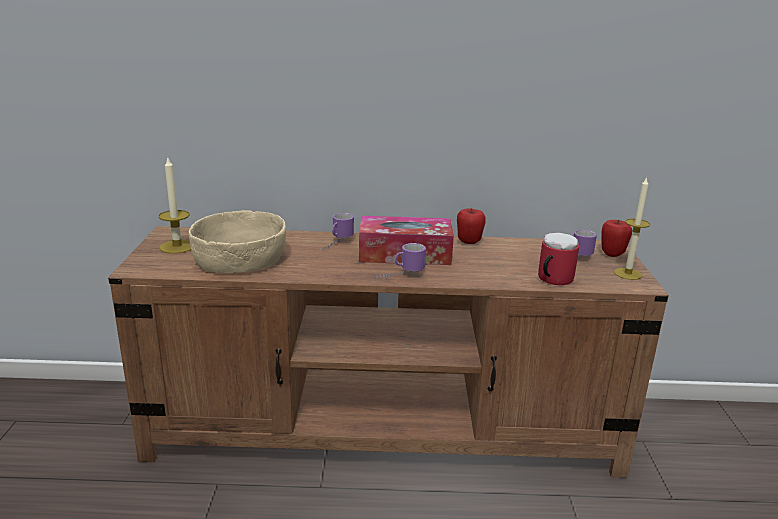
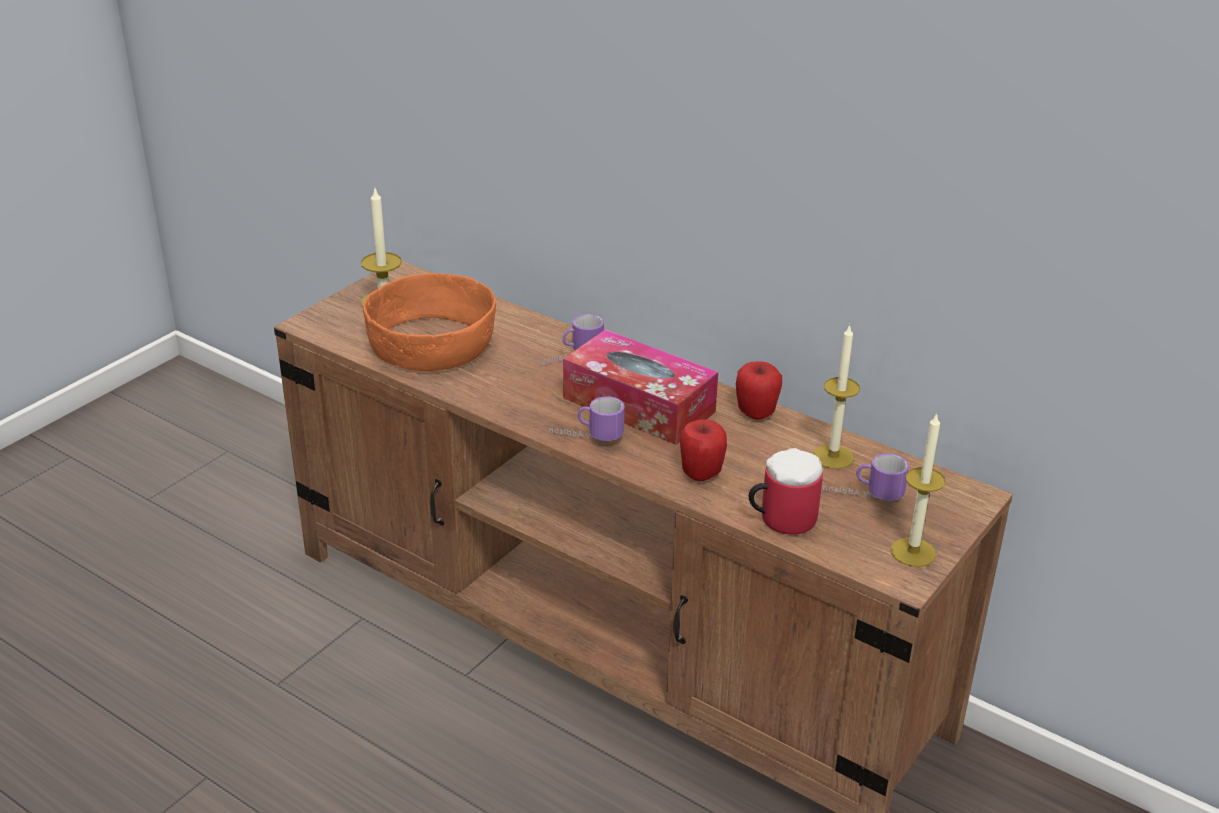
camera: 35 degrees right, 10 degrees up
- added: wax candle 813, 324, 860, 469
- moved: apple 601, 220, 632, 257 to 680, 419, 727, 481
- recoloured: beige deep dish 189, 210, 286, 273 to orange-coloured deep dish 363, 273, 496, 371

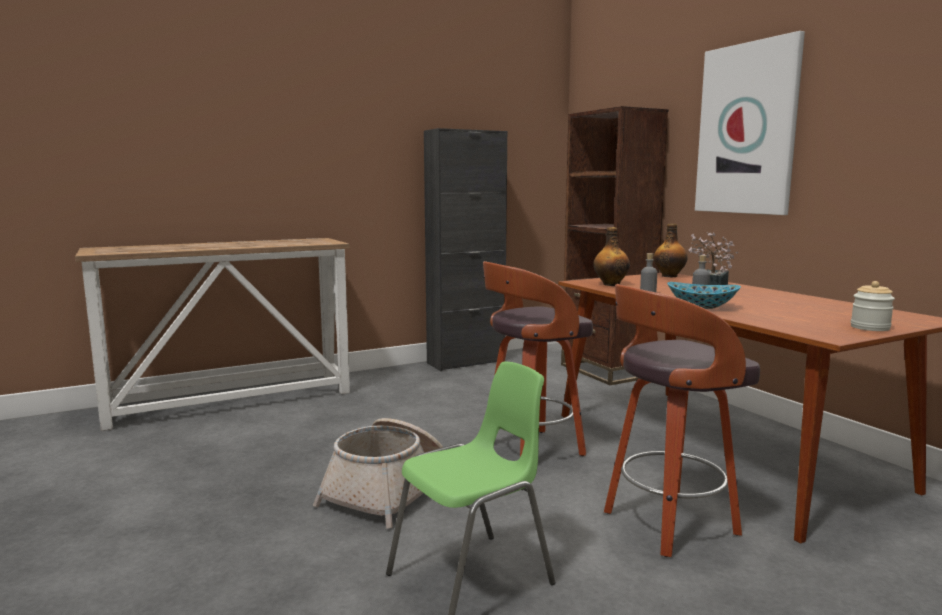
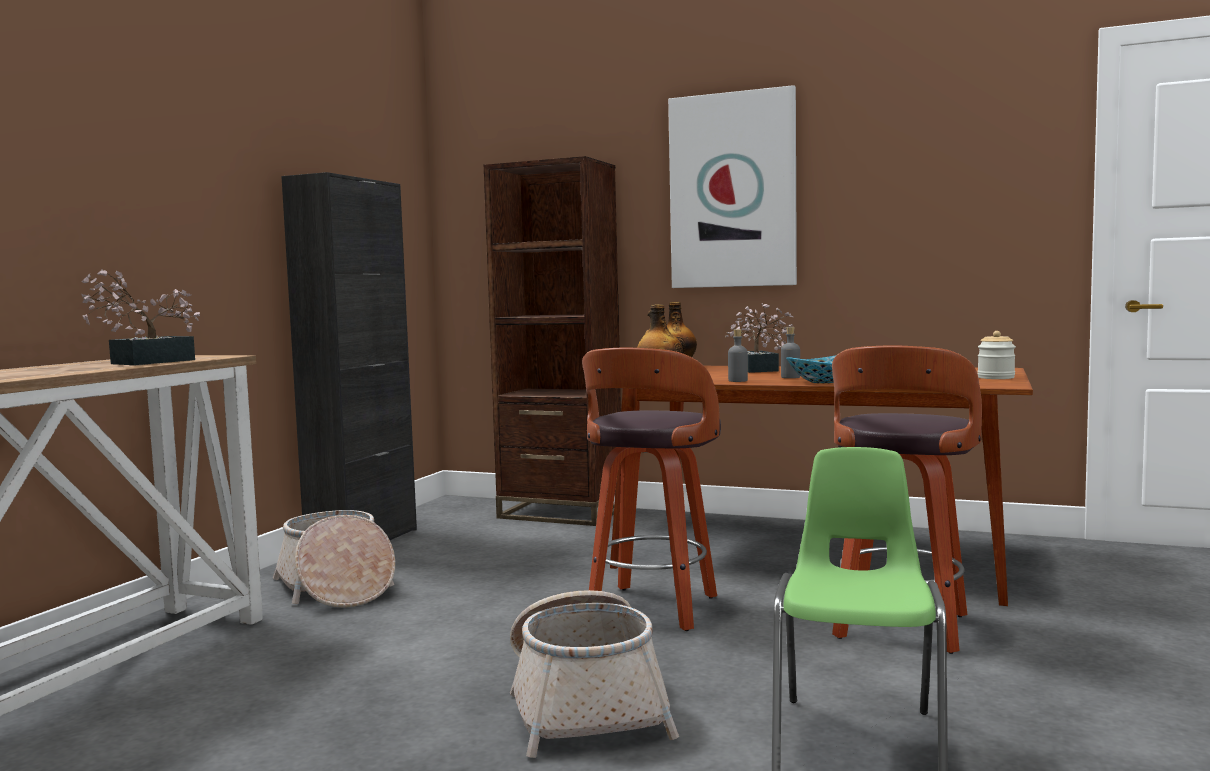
camera: 40 degrees left, 5 degrees down
- added: potted plant 82, 269, 200, 365
- added: household basket 273, 510, 395, 608

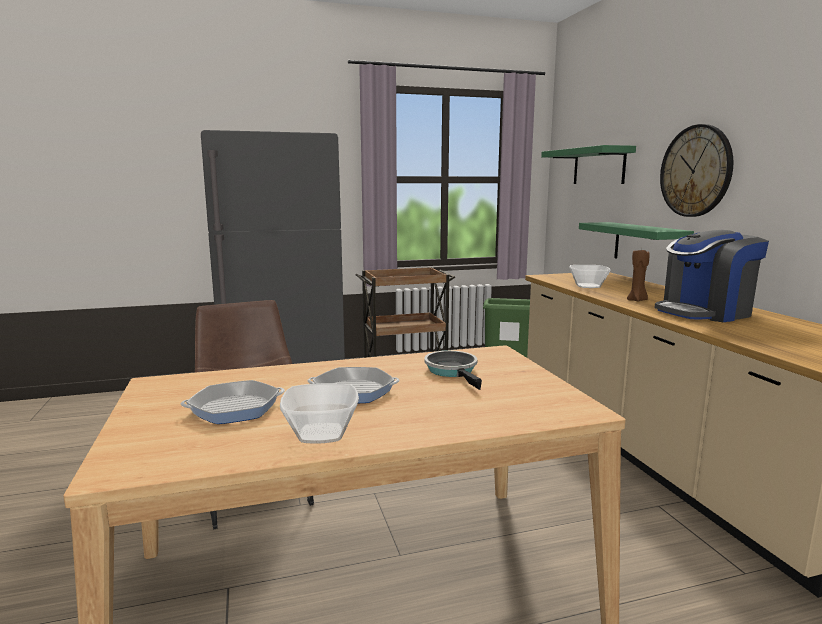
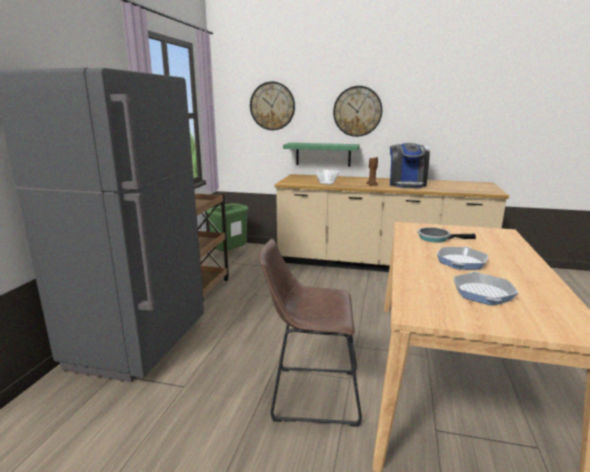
camera: 60 degrees left, 5 degrees up
- removed: deep dish 280, 383, 359, 444
- replaced: greenish bracket shelf 541, 145, 636, 184 to wall clock 250, 81, 295, 130

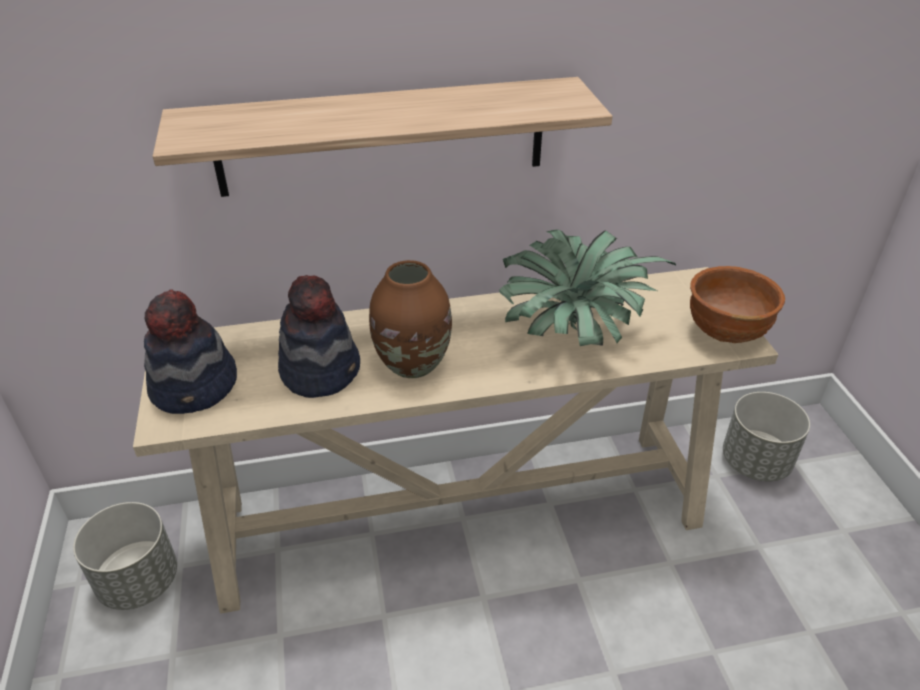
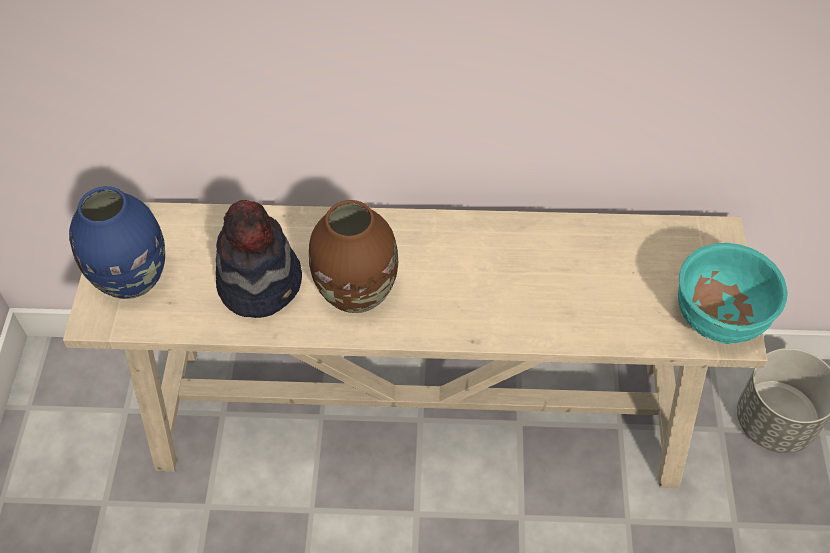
camera: 15 degrees right, 15 degrees up
- removed: grey flower pot 73, 502, 177, 610
- removed: bracket shelf 153, 77, 613, 197
- removed: potted plant 499, 230, 676, 346
- replaced: wearable hat 144, 289, 237, 414 to blue-coloured decorative vase 69, 186, 165, 299
- recoloured: brown-coloured deep dish 690, 266, 785, 343 to turquoise deep dish 678, 243, 788, 344

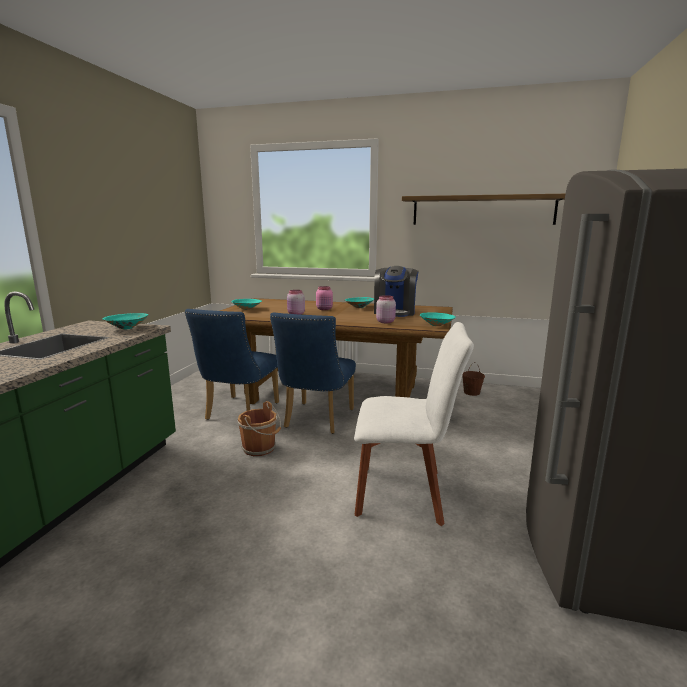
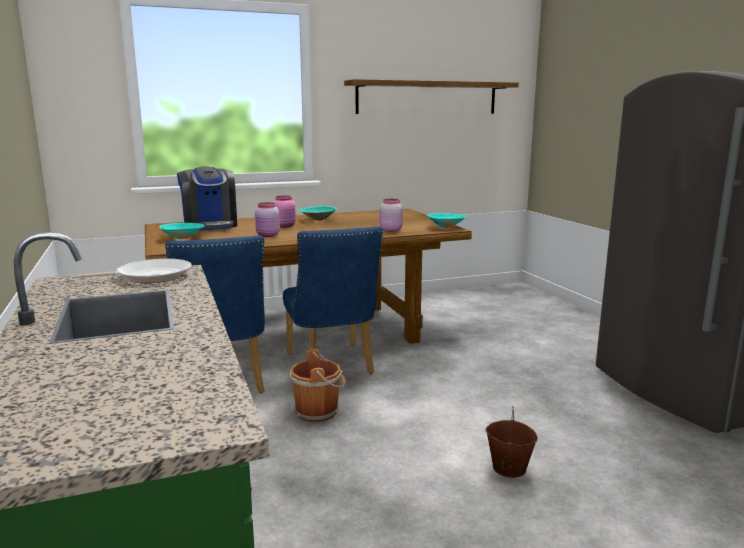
camera: 35 degrees left, 0 degrees up
- removed: whitish chair 354, 322, 474, 526
- moved: coffee brewer 374, 266, 418, 317 to 177, 166, 237, 231
- moved: brown-coloured water bucket 462, 362, 485, 396 to 486, 406, 538, 478
- replaced: turquoise deep dish 102, 313, 148, 330 to pan 72, 258, 192, 283

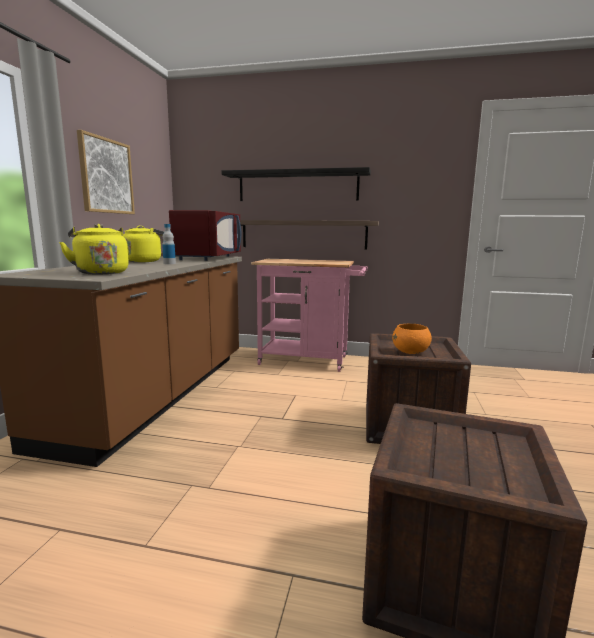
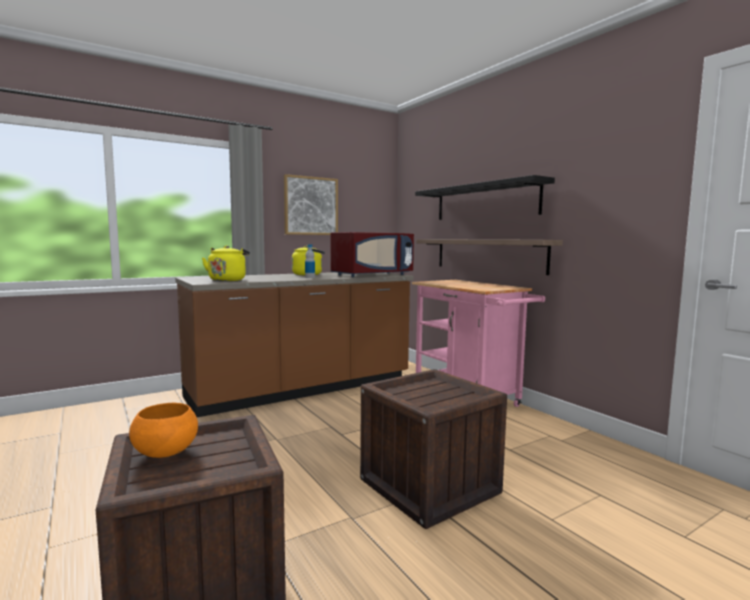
camera: 45 degrees right, 5 degrees down
- moved: orange-coloured deep dish 392, 324, 432, 354 to 129, 403, 198, 458

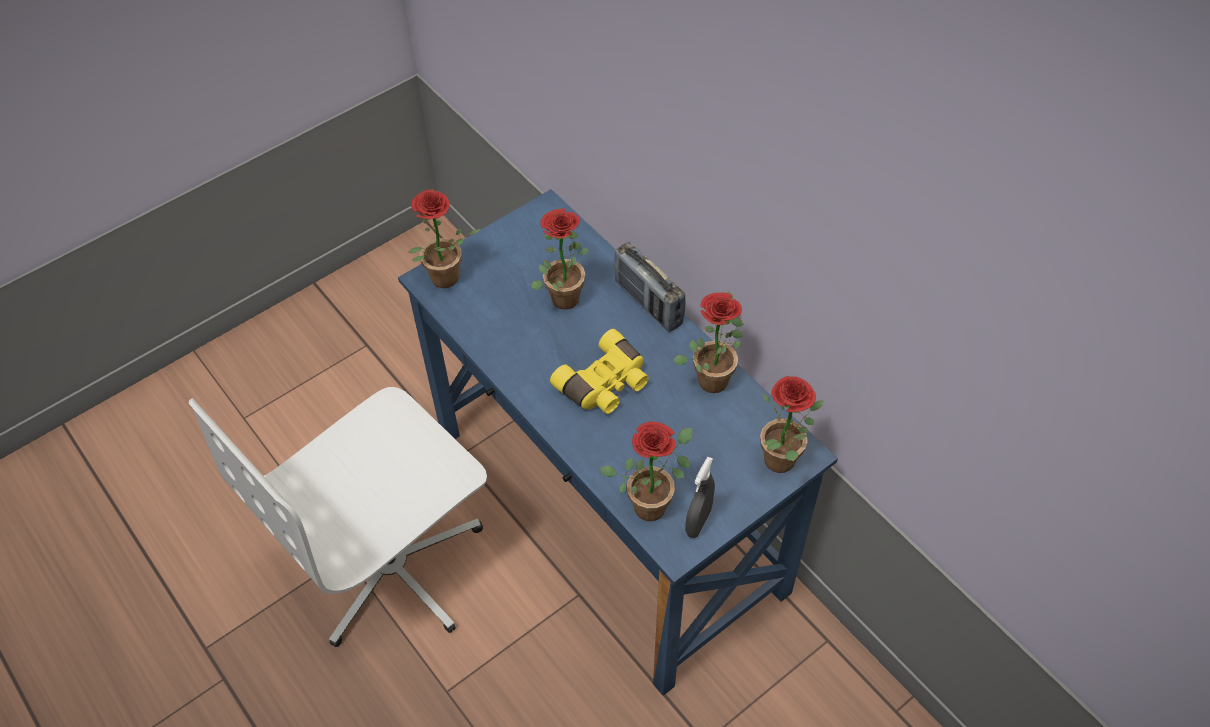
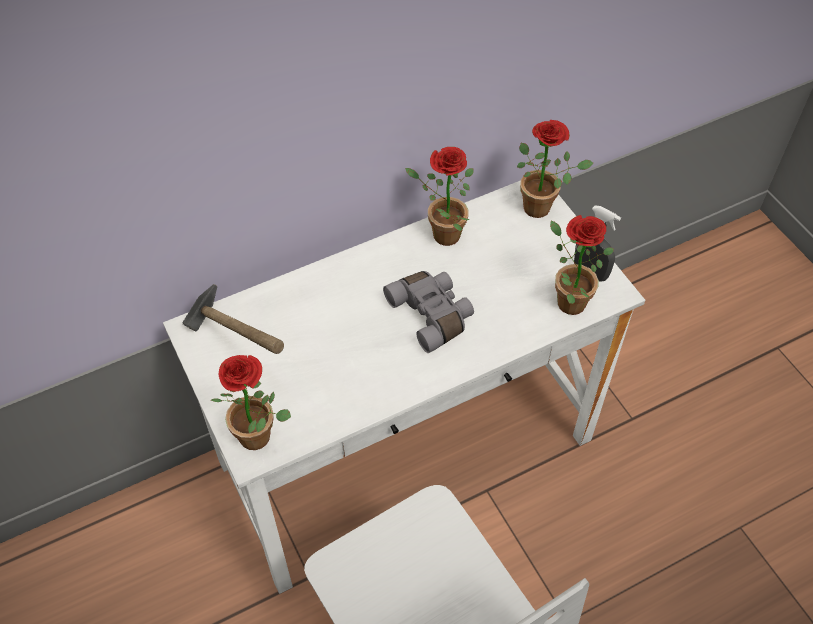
camera: 80 degrees left, 0 degrees up
- removed: potted plant 531, 208, 589, 309
- removed: radio receiver 614, 242, 686, 332
- added: tool hammer 183, 284, 284, 354
- recoloured: blue-coloured desk table 398, 189, 838, 696 to whitish desk table 163, 180, 645, 594
- recoloured: yellowish pair of binoculars 550, 329, 649, 414 to grey pair of binoculars 383, 271, 474, 353

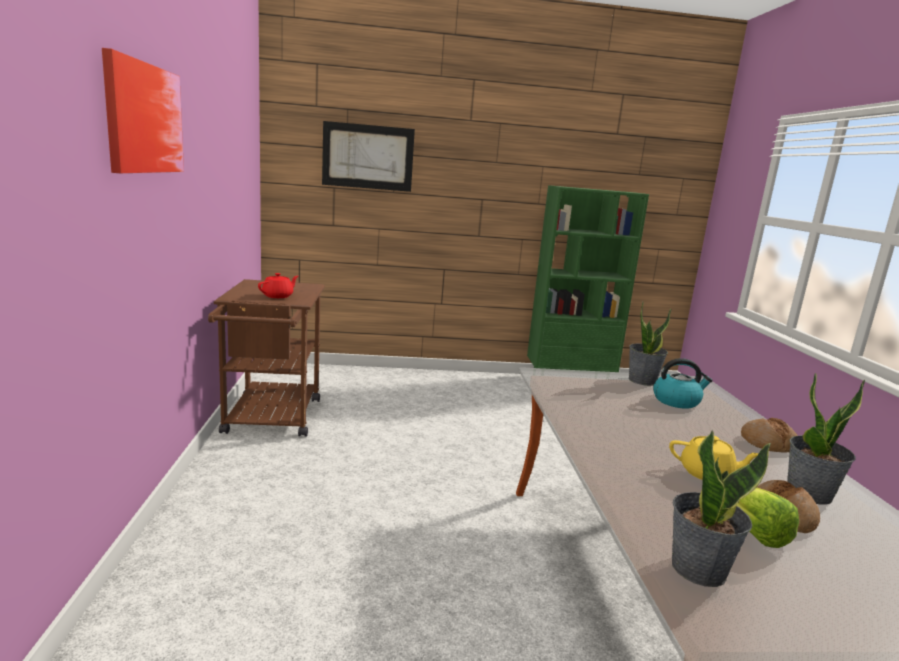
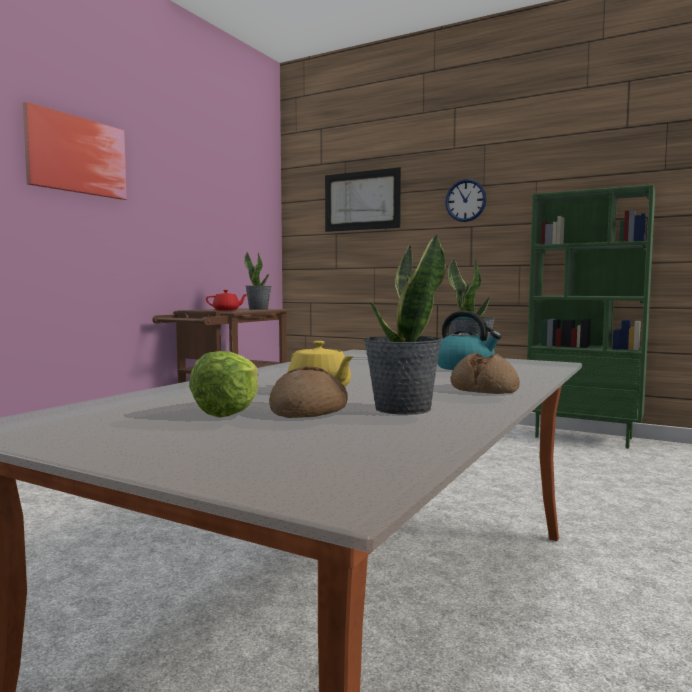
camera: 35 degrees right, 10 degrees down
- added: wall clock 445, 179, 487, 222
- moved: potted plant 672, 430, 771, 587 to 244, 252, 271, 310

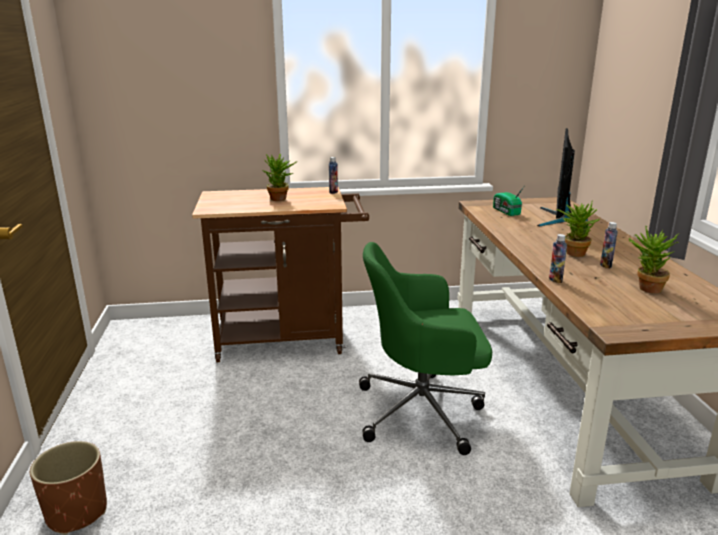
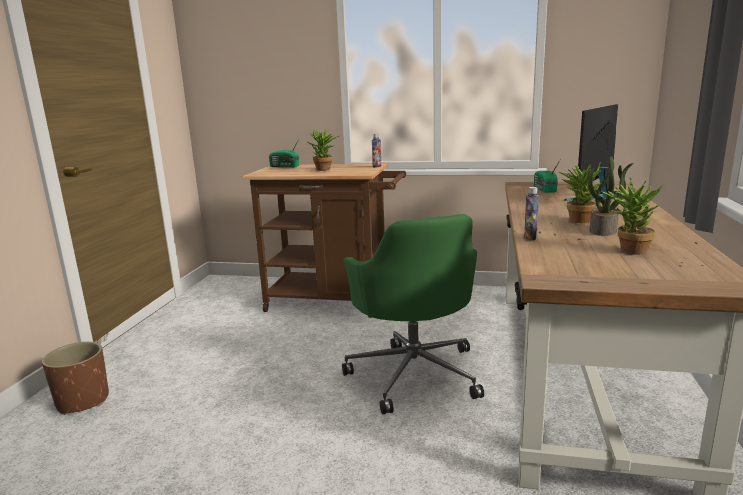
camera: 20 degrees right, 5 degrees down
- added: radio receiver 269, 137, 300, 168
- replaced: beverage bottle 600, 222, 618, 268 to potted plant 588, 157, 633, 236
- turned: greenish office chair 359, 242, 492, 455 = 342, 214, 484, 414 120 degrees counterclockwise

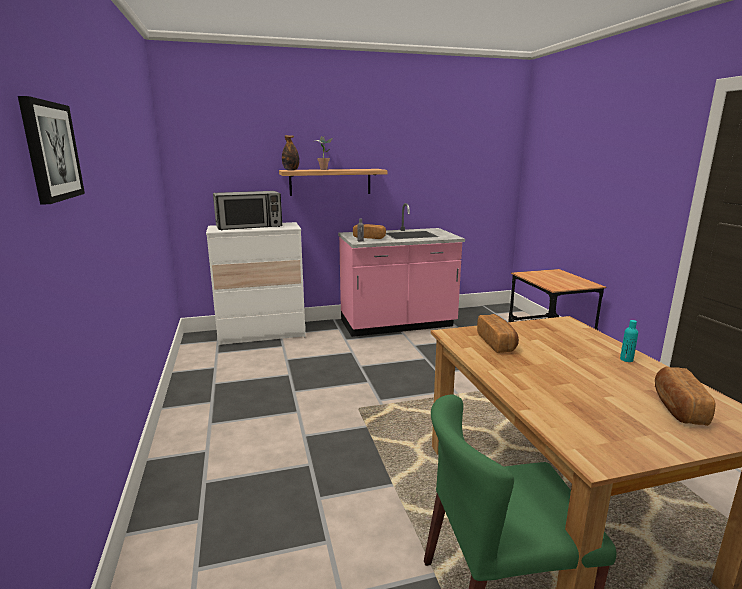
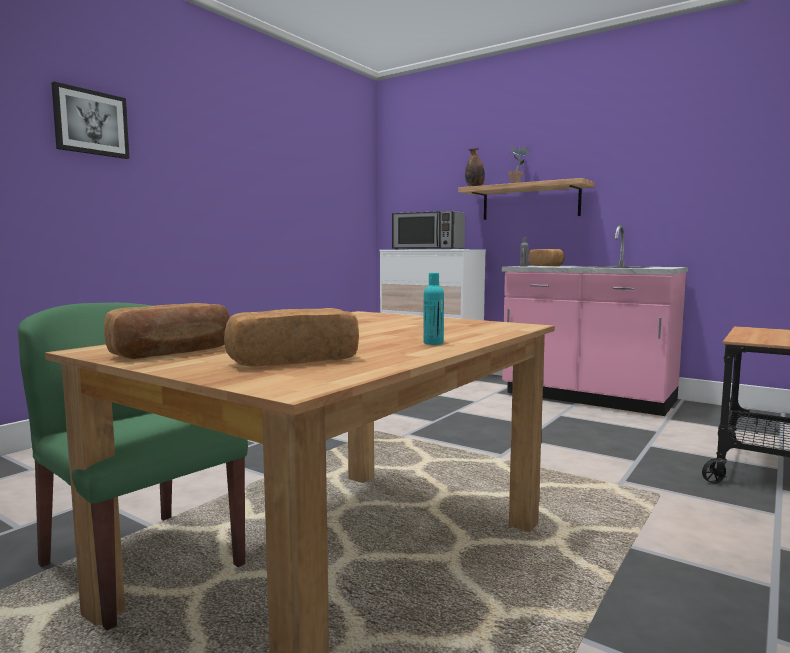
camera: 50 degrees right, 10 degrees down
- moved: bread 477, 314, 519, 353 to 104, 303, 230, 359

